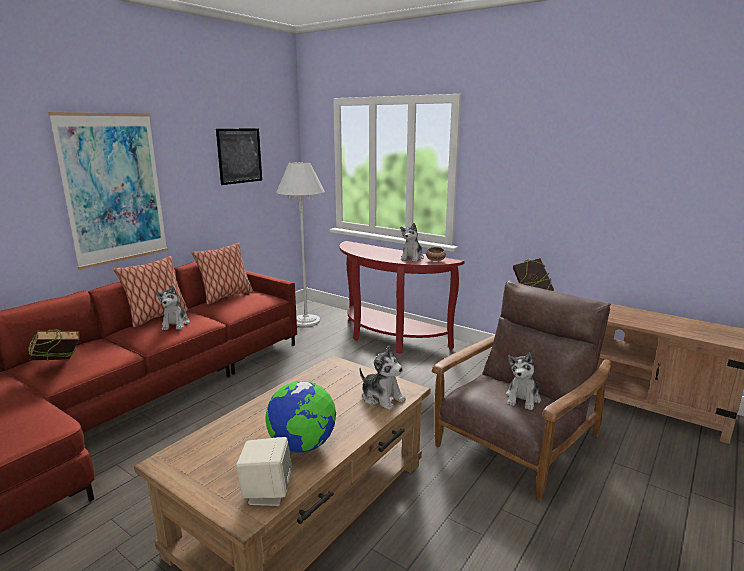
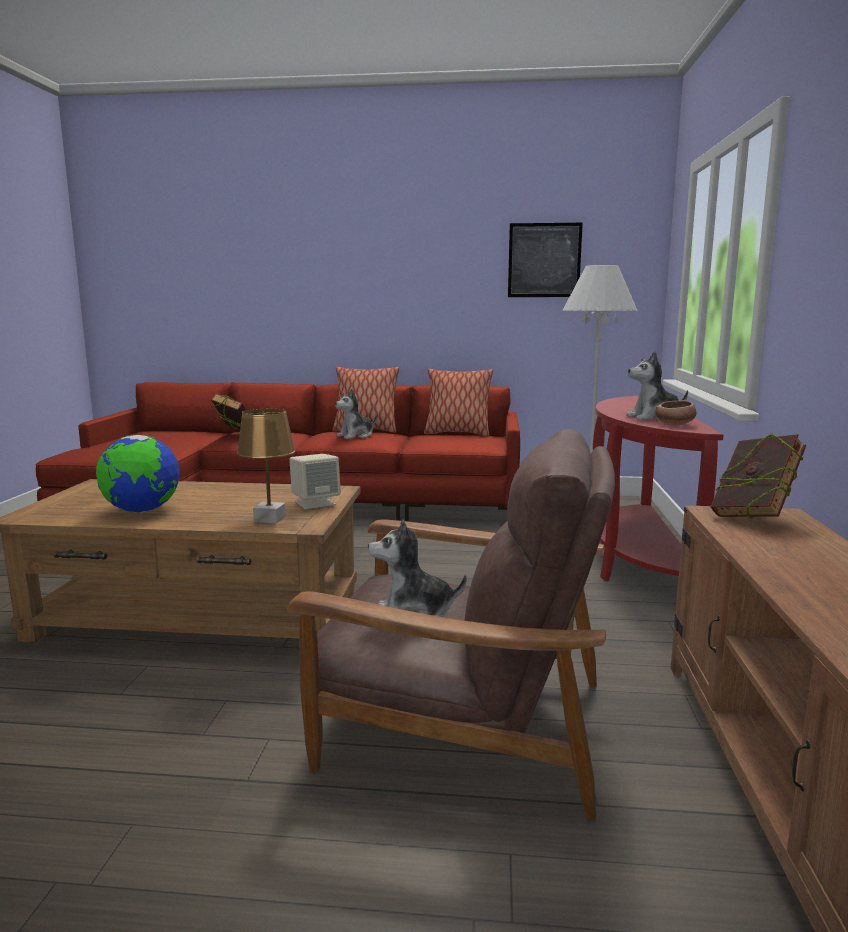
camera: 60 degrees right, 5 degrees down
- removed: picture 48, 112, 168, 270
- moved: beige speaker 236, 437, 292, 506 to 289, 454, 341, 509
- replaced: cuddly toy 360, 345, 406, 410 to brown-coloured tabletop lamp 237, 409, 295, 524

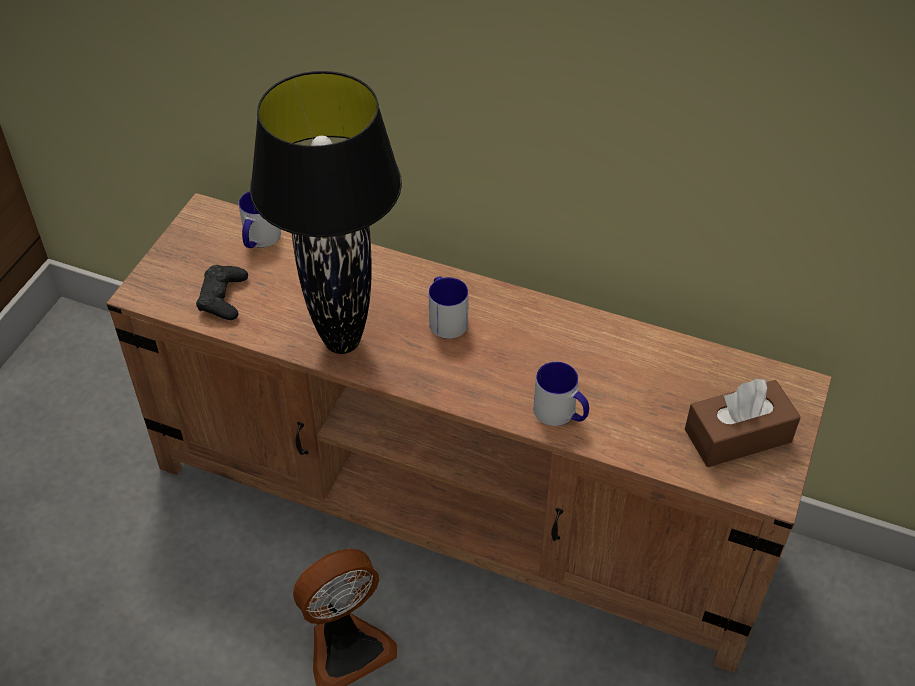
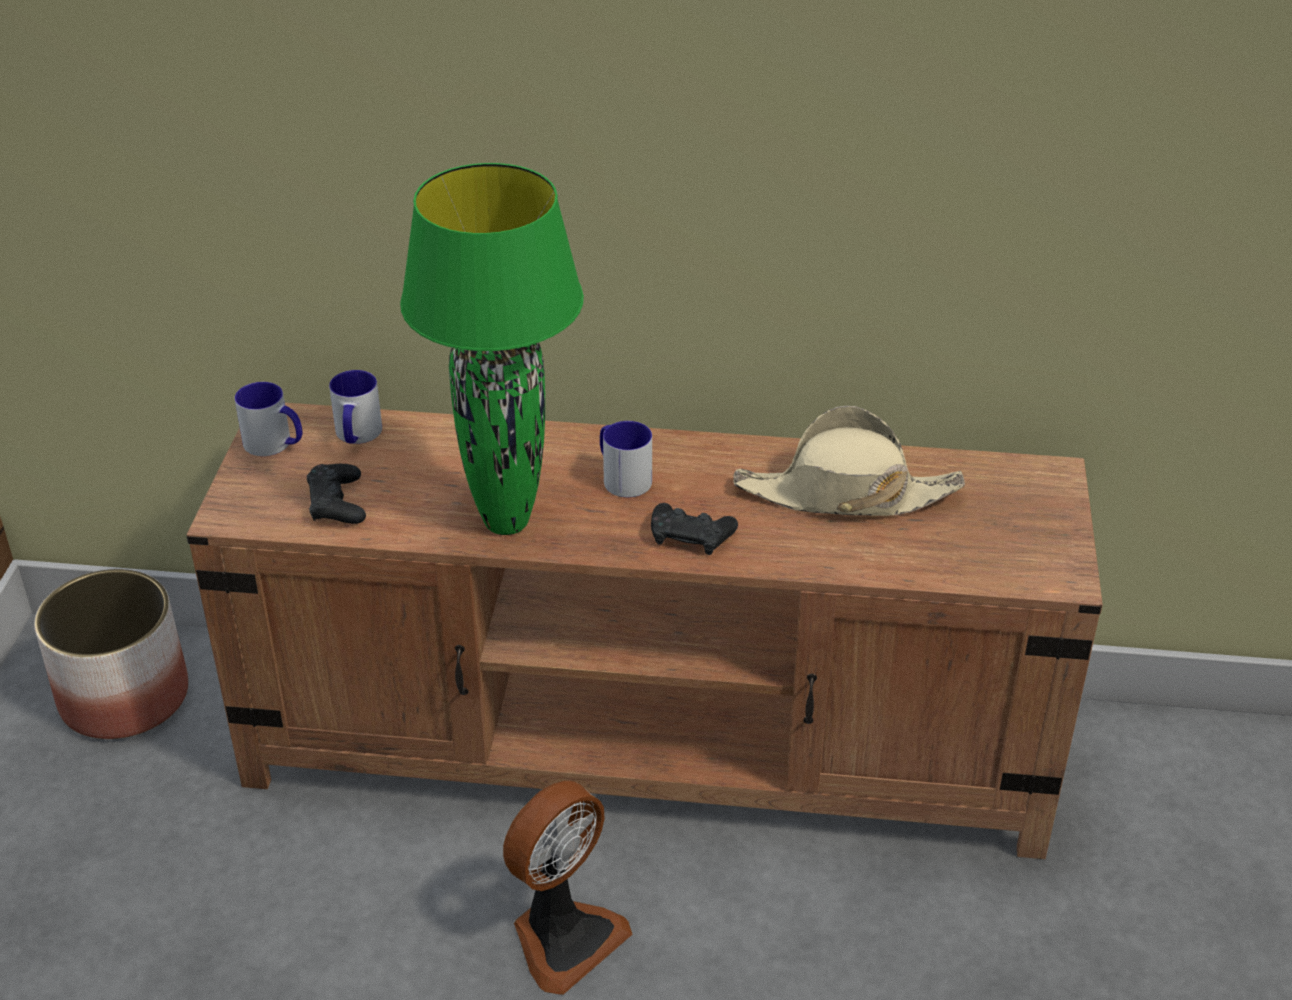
camera: 15 degrees left, 10 degrees down
- removed: brown-coloured tissue holder 685, 378, 801, 467
- added: flower pot 34, 569, 188, 739
- added: blackish game controller 651, 503, 738, 555
- added: beige wearable hat 733, 406, 965, 516
- moved: tea mug 533, 361, 589, 426 to 235, 382, 302, 456
- recoloured: blackish tabletop lamp 250, 71, 402, 354 to greenish tabletop lamp 400, 163, 584, 535

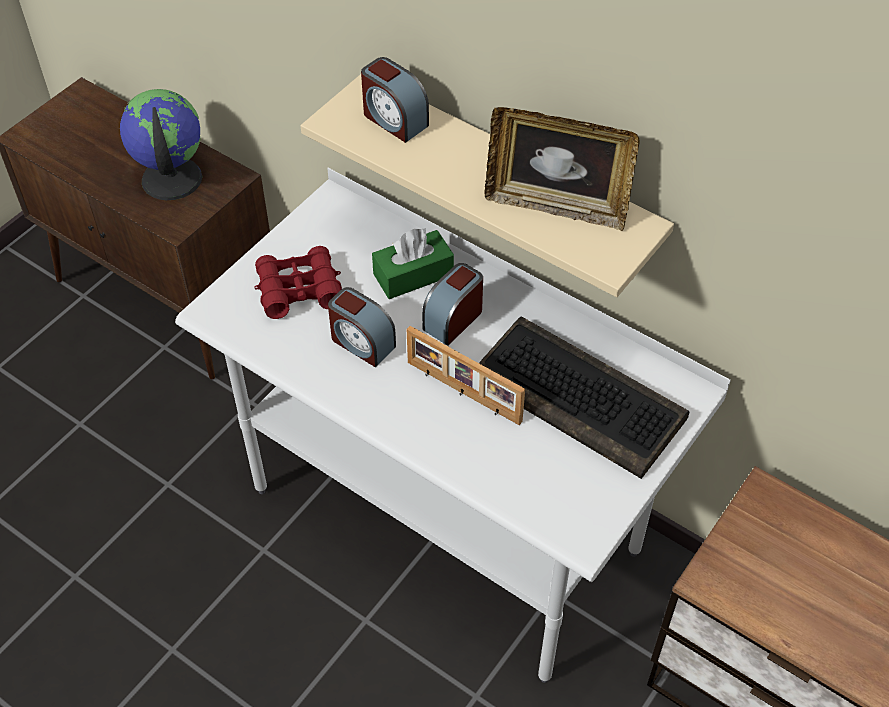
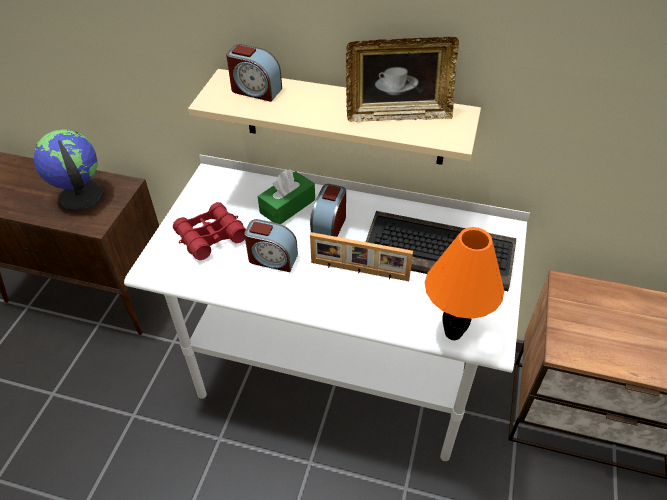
camera: 20 degrees left, 5 degrees down
- added: orange-coloured tabletop lamp 425, 227, 504, 340

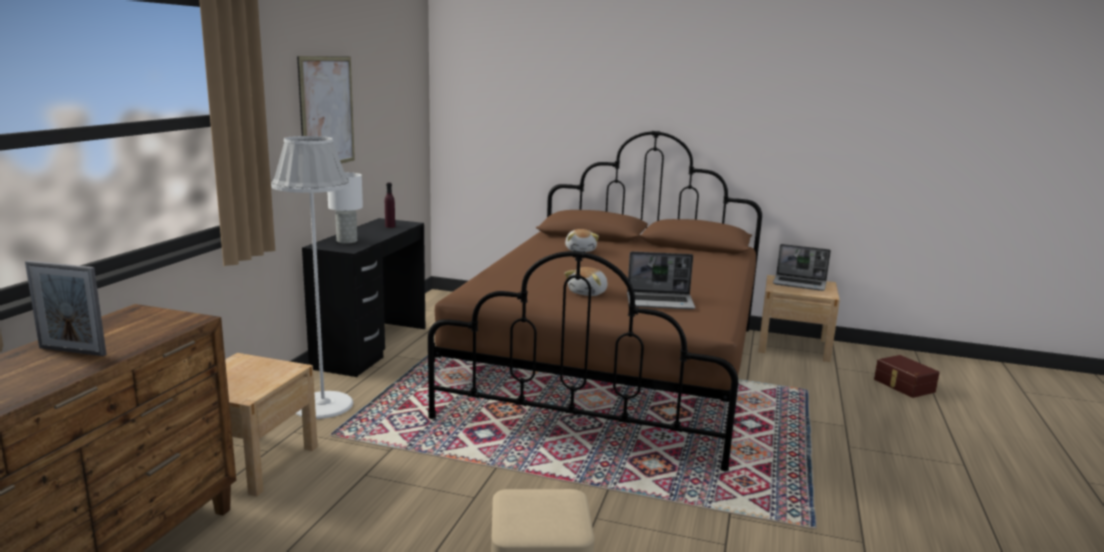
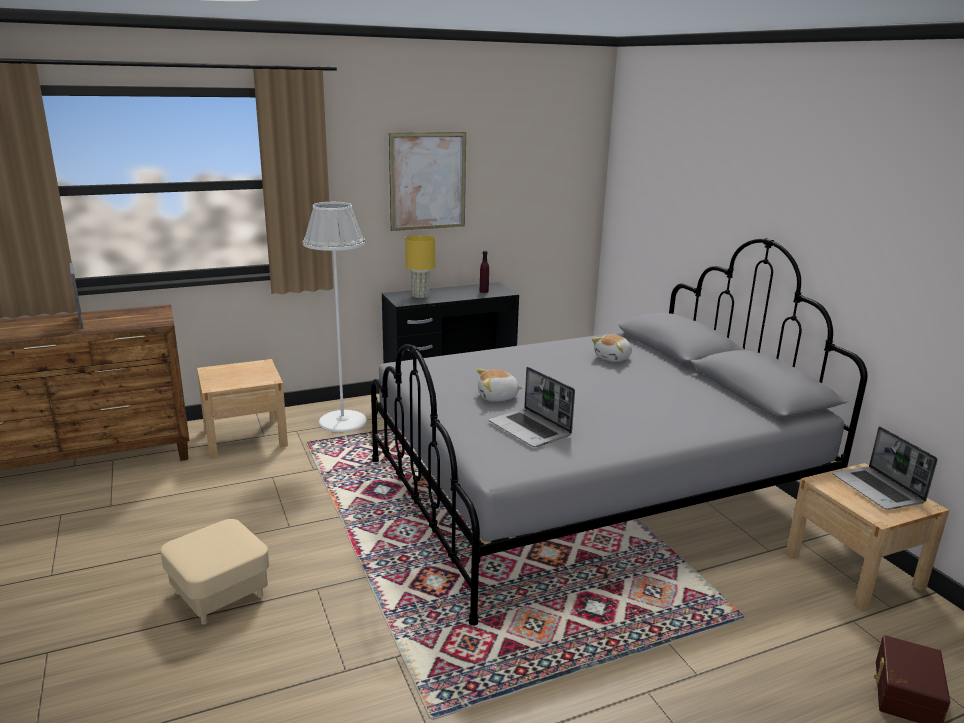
camera: 50 degrees right, 5 degrees up
- recoloured: whitish tabletop lamp 327, 172, 363, 244 to yellowish tabletop lamp 405, 235, 435, 298
- recoloured: brown-coloured sleeping bed 428, 131, 762, 471 to grey sleeping bed 371, 238, 868, 626

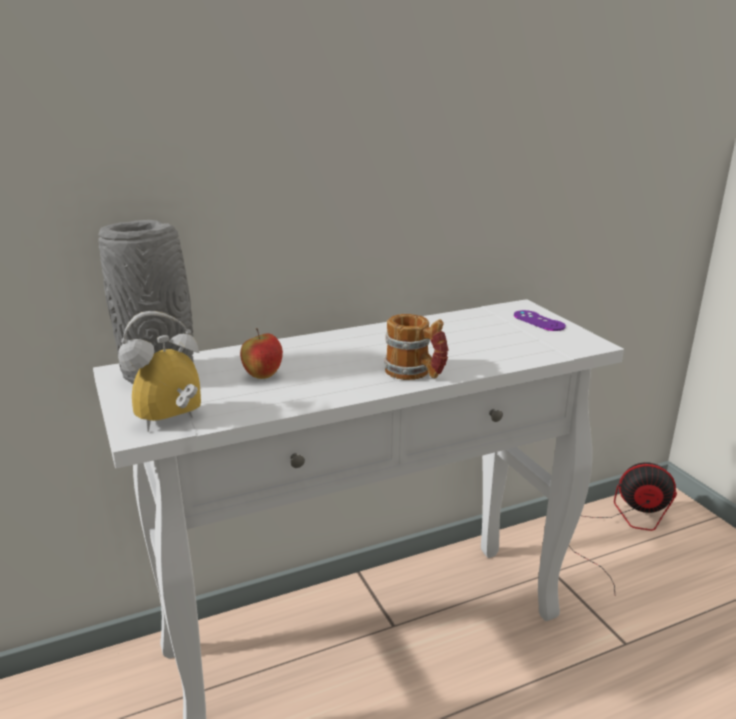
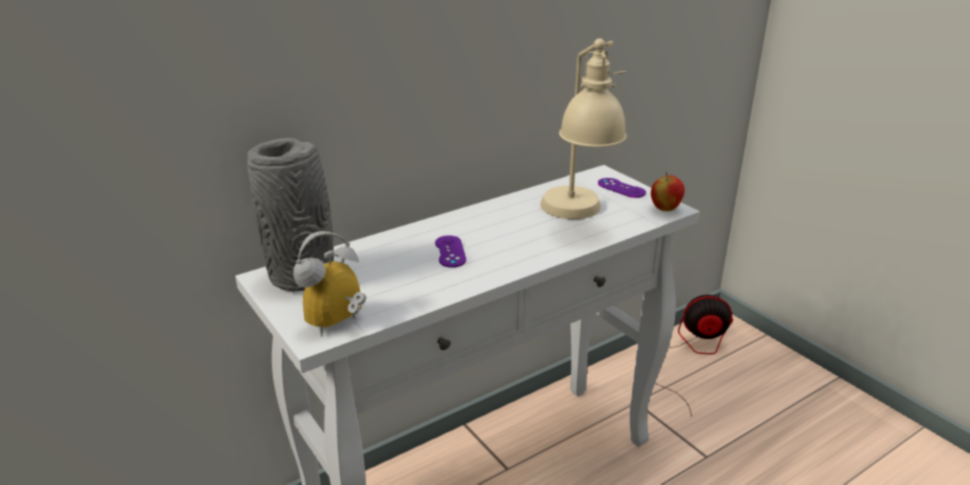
camera: 10 degrees left, 5 degrees up
- removed: tea mug 384, 314, 448, 380
- added: purplish game controller 435, 235, 466, 268
- added: beige tabletop lamp 540, 39, 627, 219
- moved: apple 240, 328, 283, 379 to 651, 172, 685, 211

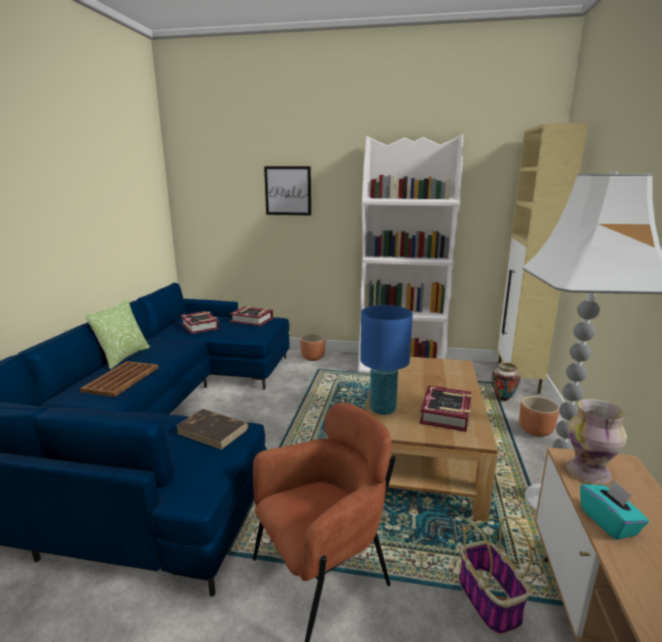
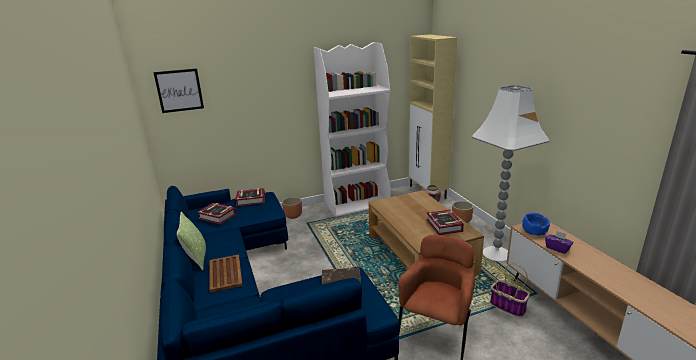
camera: 30 degrees left, 5 degrees up
- removed: blue-coloured tabletop lamp 360, 305, 413, 415
- moved: picture 264, 166, 311, 216 to 153, 68, 204, 113
- replaced: decorative vase 566, 399, 627, 484 to blue-coloured deep dish 522, 213, 550, 236
- recoloured: turquoise tissue holder 580, 480, 649, 540 to purplish tissue holder 545, 231, 573, 254

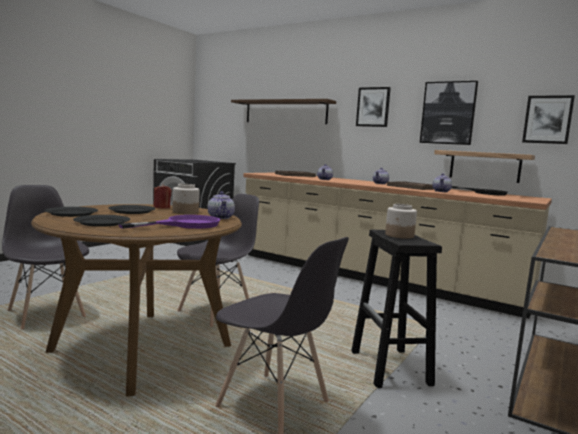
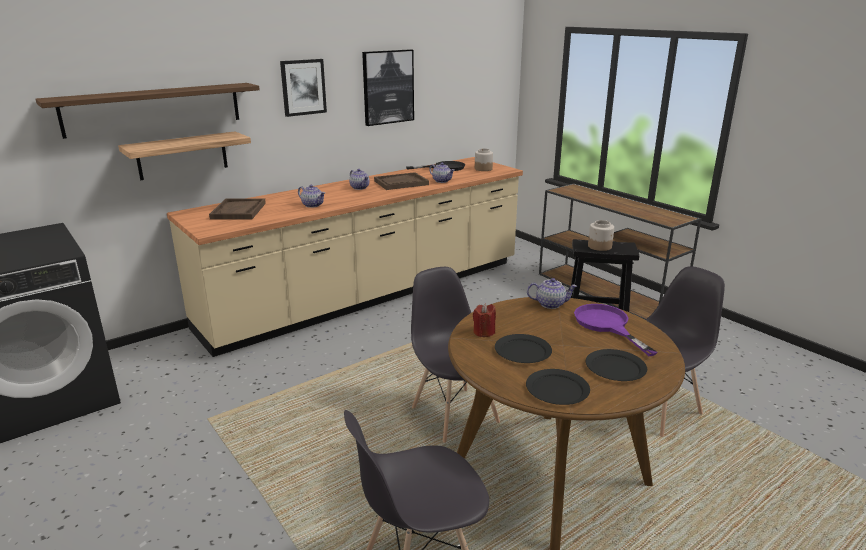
camera: 70 degrees left, 15 degrees up
- removed: picture 522, 95, 575, 144
- moved: storage jar 173, 184, 200, 214 to 475, 148, 493, 171
- moved: bracket shelf 434, 150, 535, 183 to 118, 131, 251, 180

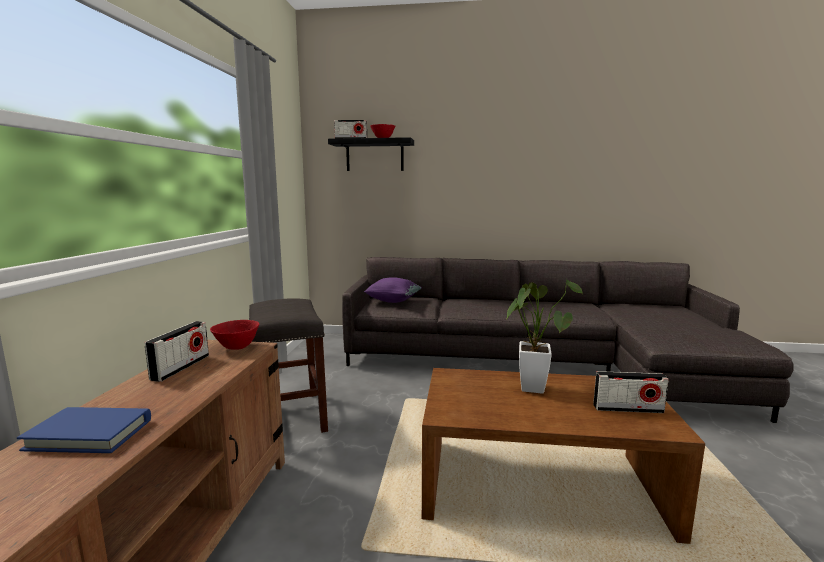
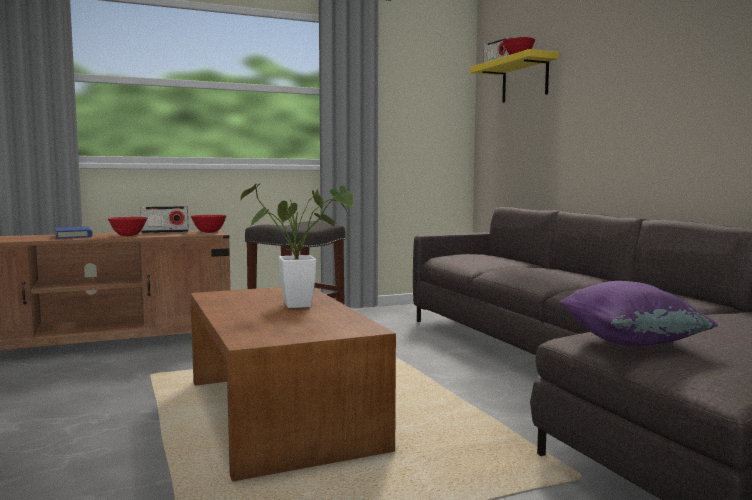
camera: 60 degrees right, 5 degrees down
- removed: radio receiver 593, 371, 669, 413
- added: red deep dish 108, 217, 147, 236
- moved: purplish cushion 364, 277, 422, 303 to 558, 281, 718, 346
- recoloured: blackish bracket shelf 328, 137, 414, 171 to yellowish bracket shelf 470, 49, 559, 103

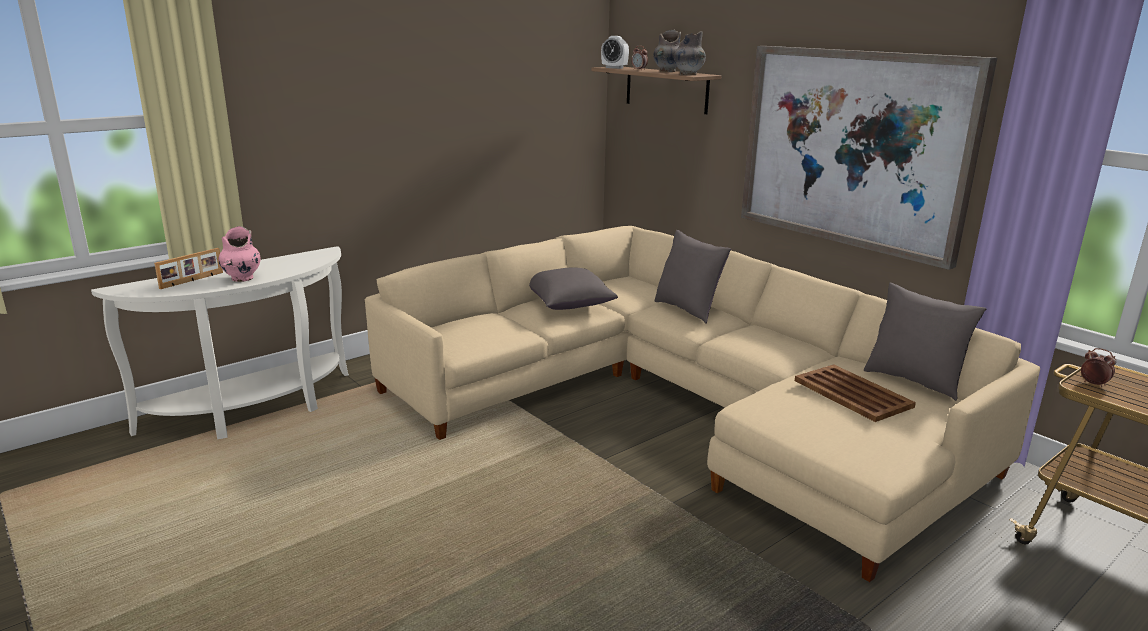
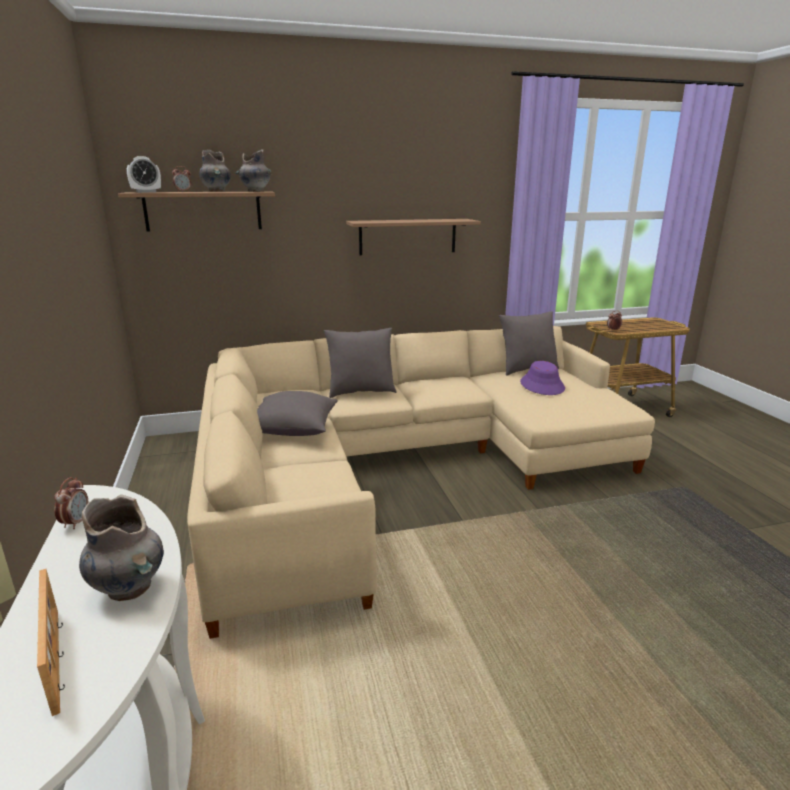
camera: 65 degrees left, 0 degrees up
- added: table clock 54, 477, 88, 529
- replaced: picture 741, 46, 997, 270 to bracket shelf 346, 219, 481, 255
- replaced: brown-coloured carrying tray 795, 364, 916, 422 to purplish wearable hat 520, 361, 565, 395
- recoloured: pink-coloured decorative vase 218, 226, 261, 282 to grey decorative vase 79, 495, 164, 601

